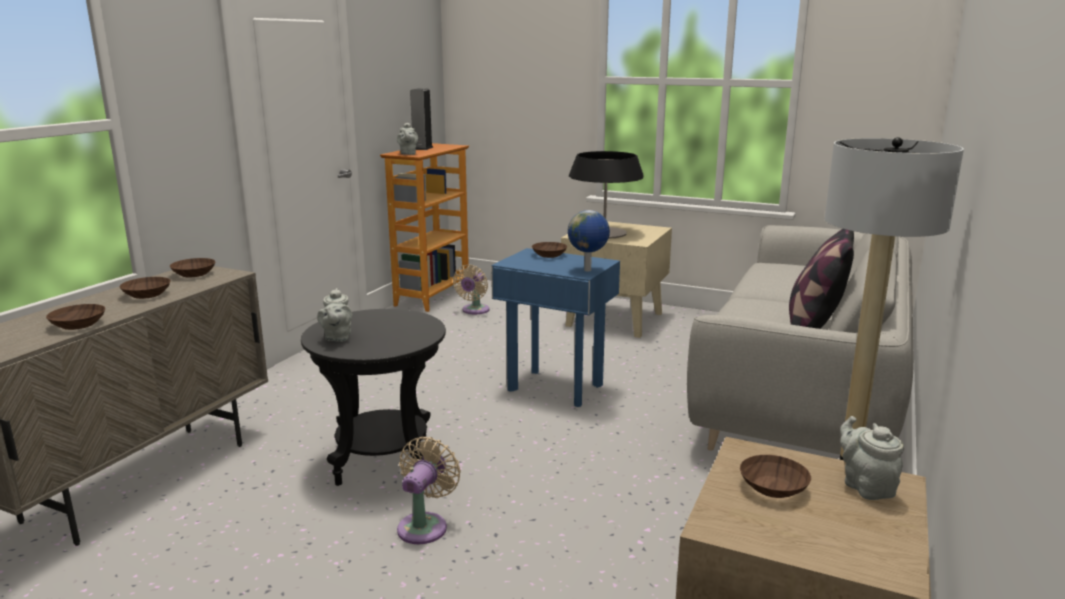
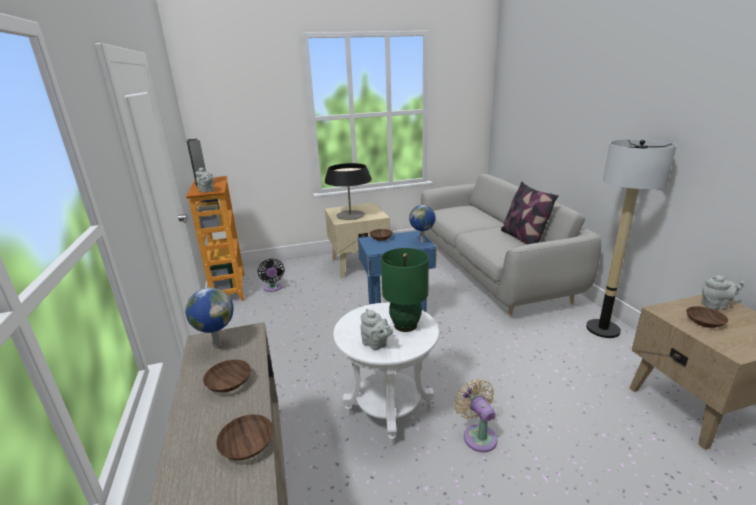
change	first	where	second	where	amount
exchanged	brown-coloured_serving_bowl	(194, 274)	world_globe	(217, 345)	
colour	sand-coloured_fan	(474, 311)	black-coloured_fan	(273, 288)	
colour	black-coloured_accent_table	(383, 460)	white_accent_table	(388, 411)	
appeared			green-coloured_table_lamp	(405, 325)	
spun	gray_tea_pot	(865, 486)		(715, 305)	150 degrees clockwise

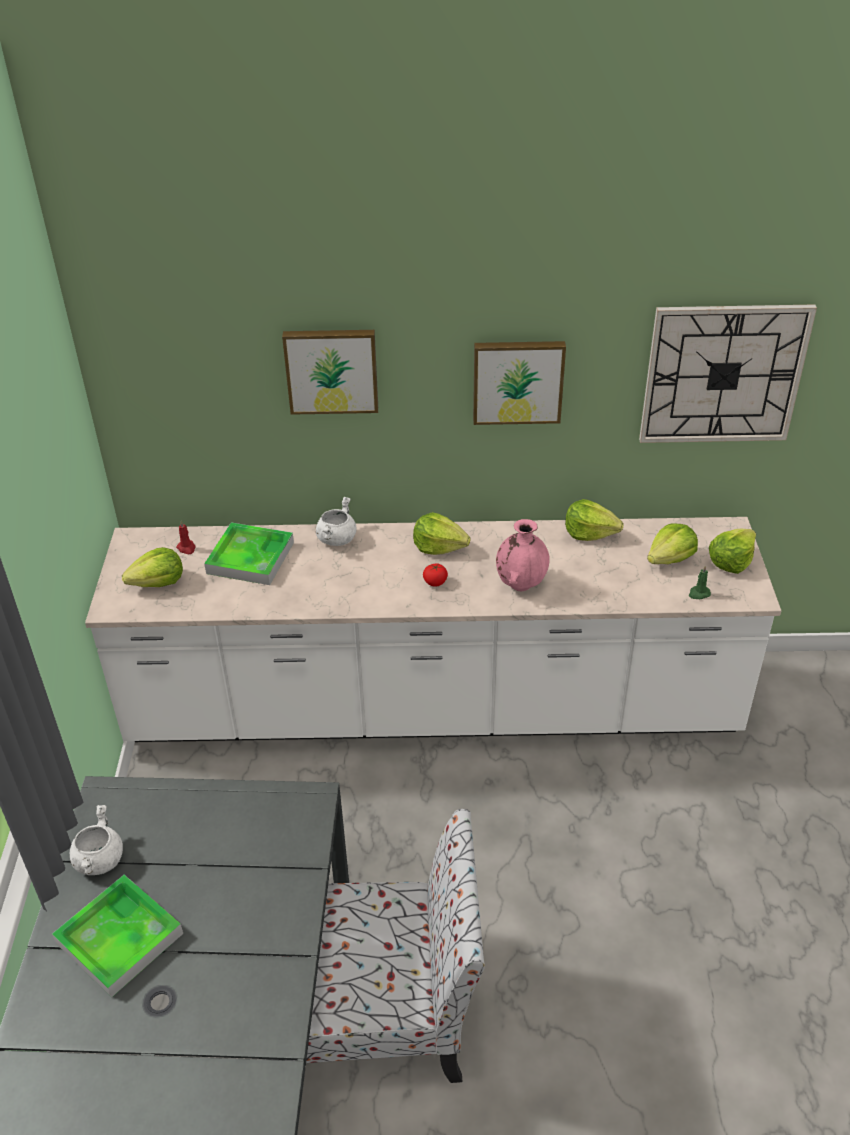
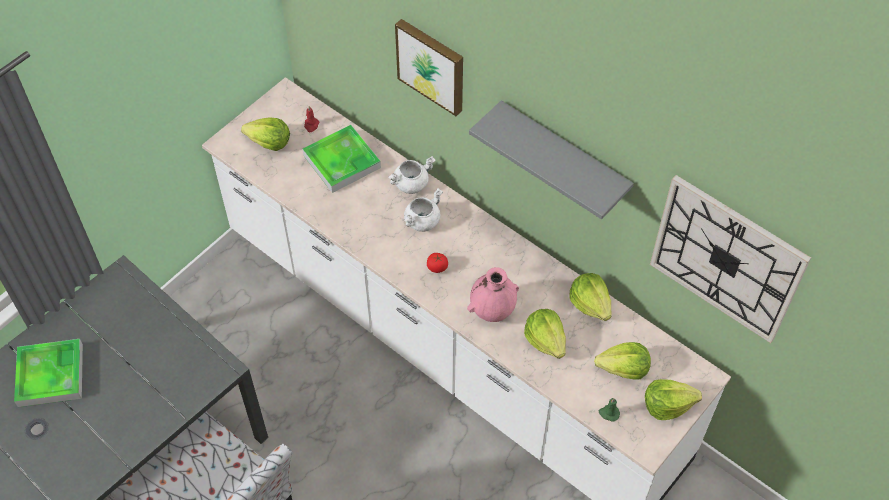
change	first	where	second	where	amount
relocated	white_saucepot	(99, 860)		(422, 221)	
exchanged	picture	(517, 381)	gray_bracket_shelf	(563, 158)	
relocated	lettuce	(439, 546)		(546, 340)	

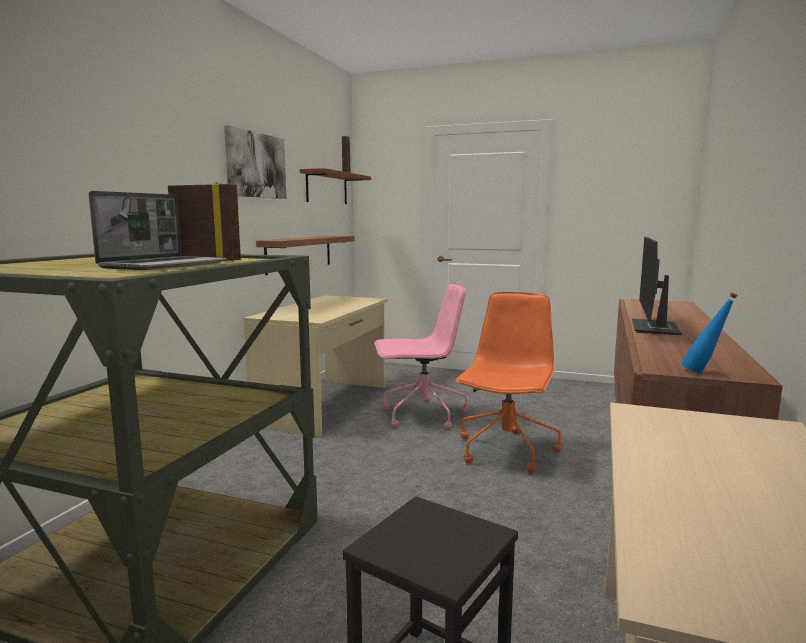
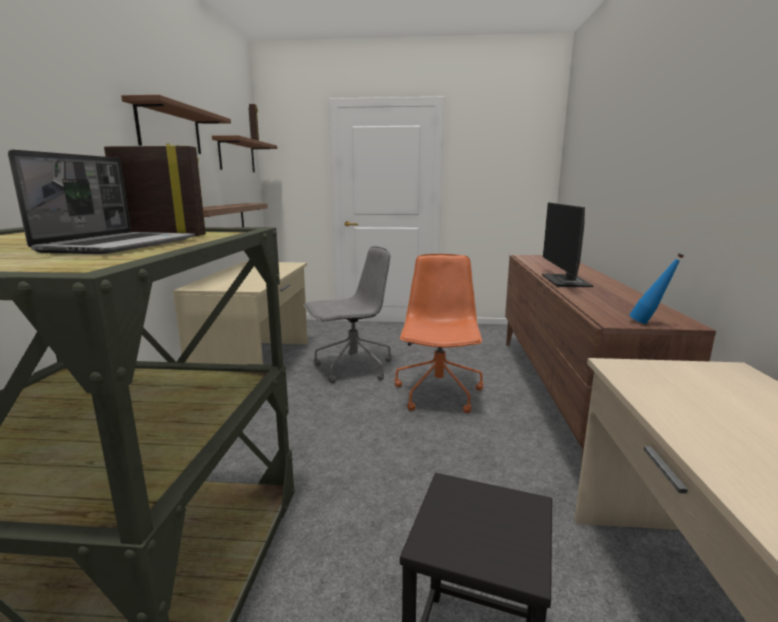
change	first	where	second	where	amount
exchanged	picture	(255, 165)	brown-coloured_bracket_shelf	(170, 129)	
colour	pink_desk_chair	(419, 416)	gray_desk_chair	(350, 369)	

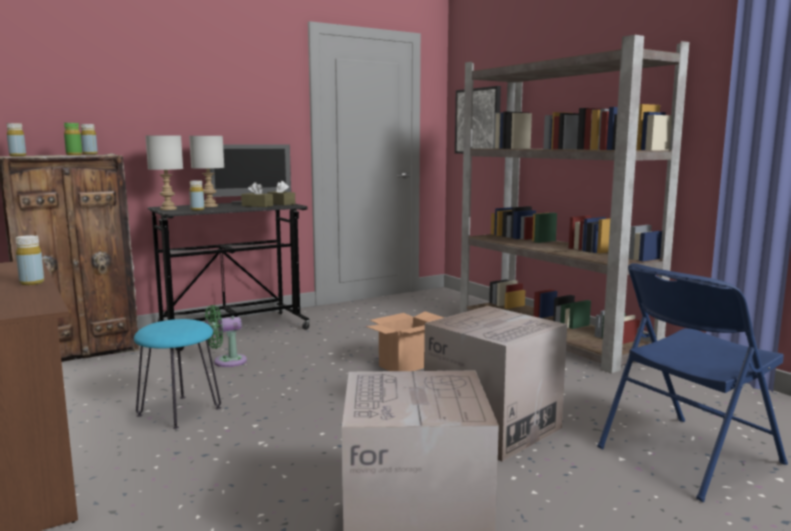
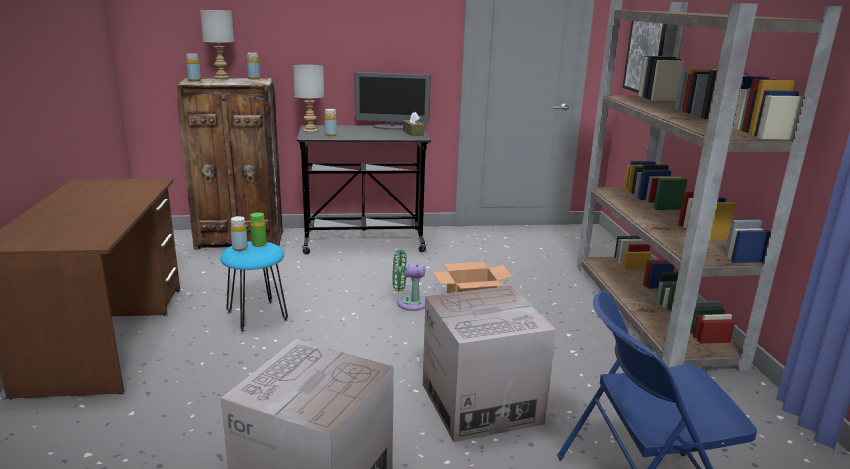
change	first	where	second	where	amount
relocated	gray_table_lamp	(209, 206)		(221, 78)	
relocated	yellow_beverage_bottle	(32, 283)		(240, 248)	
relocated	green-coloured_beverage_bottle	(74, 155)		(259, 244)	
relocated	green-coloured_fan	(226, 362)		(408, 303)	
missing	brown-coloured_tissue_box	(257, 206)			

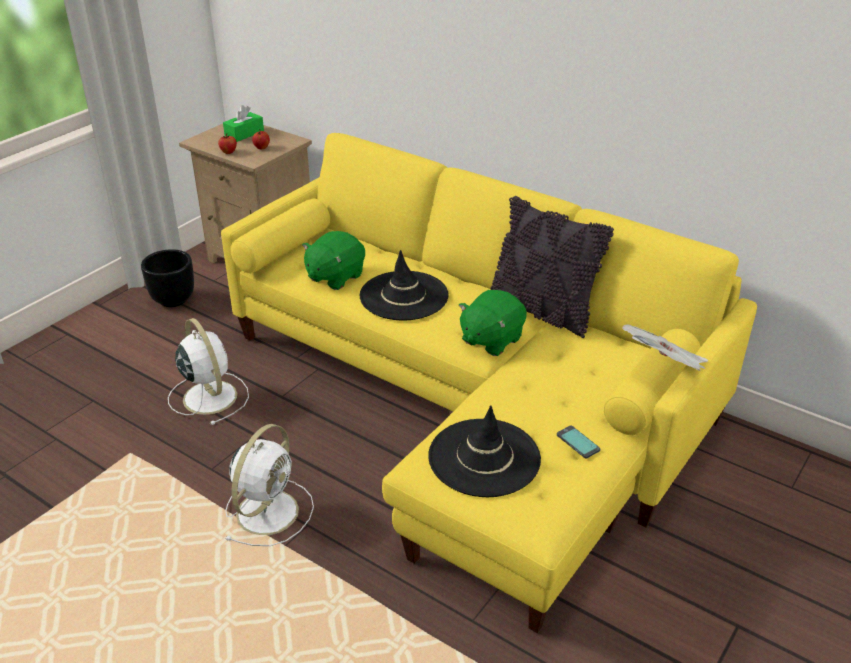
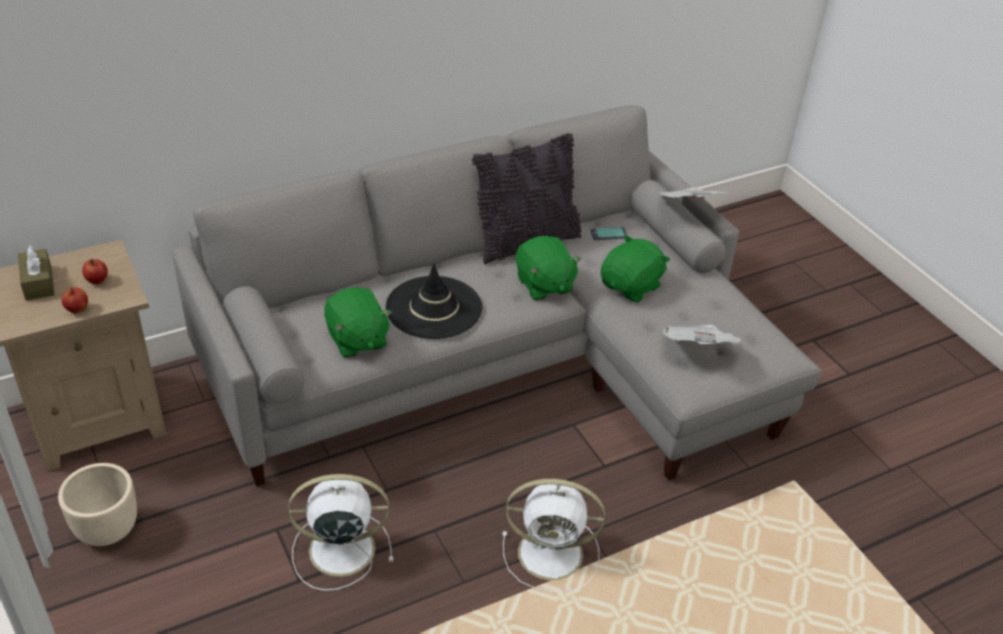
change	first	where	second	where	amount
colour	green-coloured_tissue_box	(244, 134)	brown-coloured_tissue_box	(38, 283)	
colour	black-coloured_flower_pot	(173, 299)	sand-coloured_flower_pot	(106, 530)	
colour	yellow_settee	(473, 406)	gray_settee	(504, 364)	
spun	white_fan	(269, 510)		(553, 554)	135 degrees clockwise
relocated	phone	(577, 443)		(608, 234)	
appeared			green-coloured_soft_toy	(631, 287)	
exchanged	black-coloured_clothing_hat	(484, 458)	printed_paper	(698, 350)	

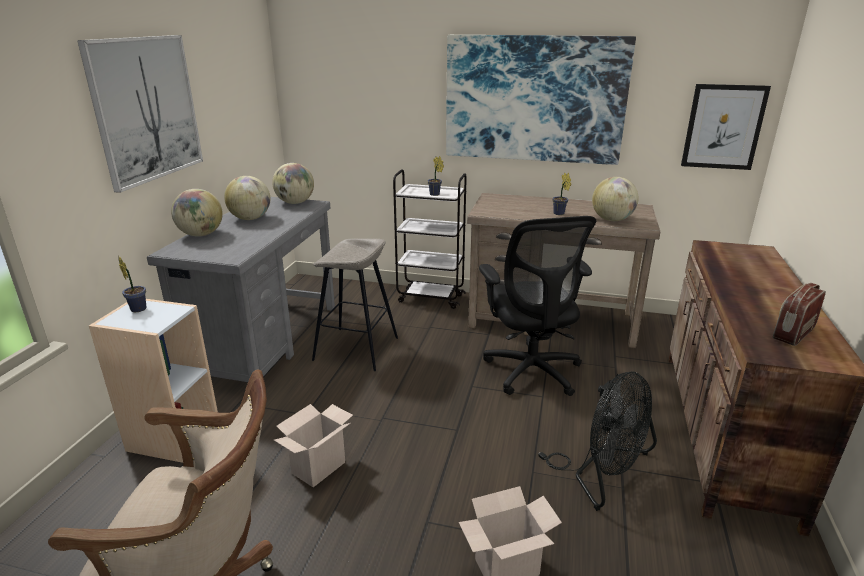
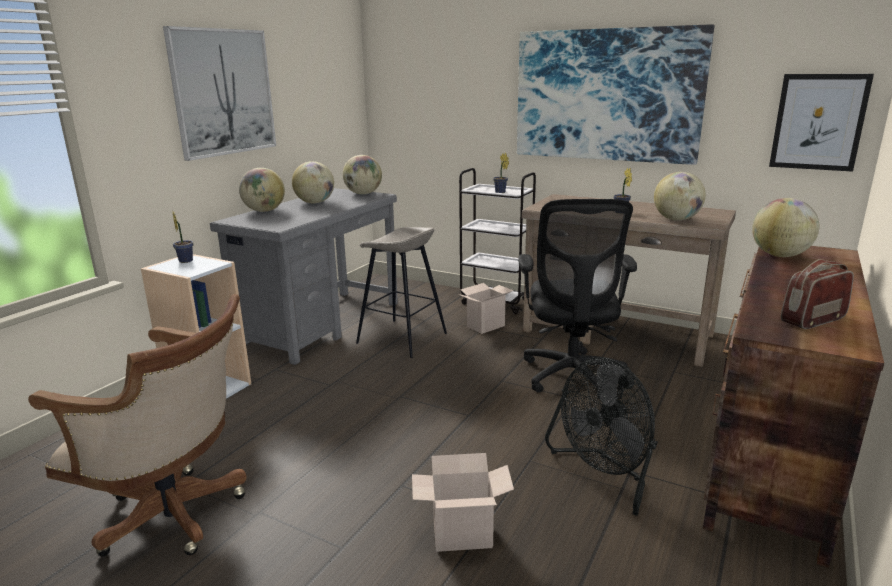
change	first	where	second	where	amount
relocated	carton	(319, 466)		(486, 325)	
spun	black-coloured_fan	(601, 471)		(605, 471)	90 degrees clockwise
appeared			world_globe	(779, 255)	

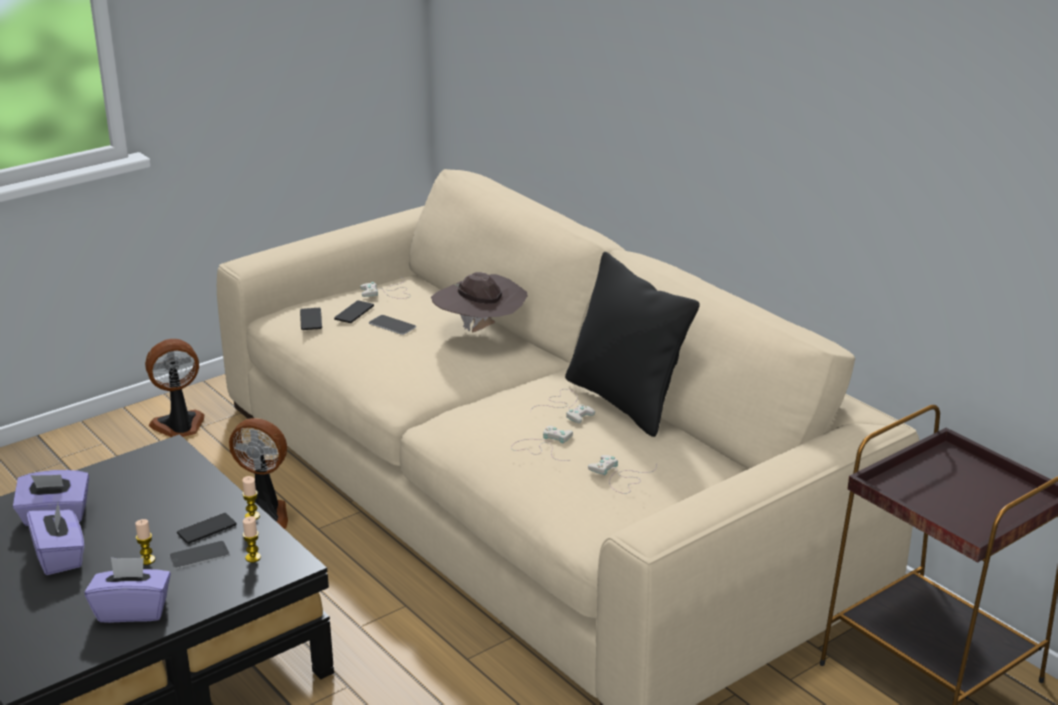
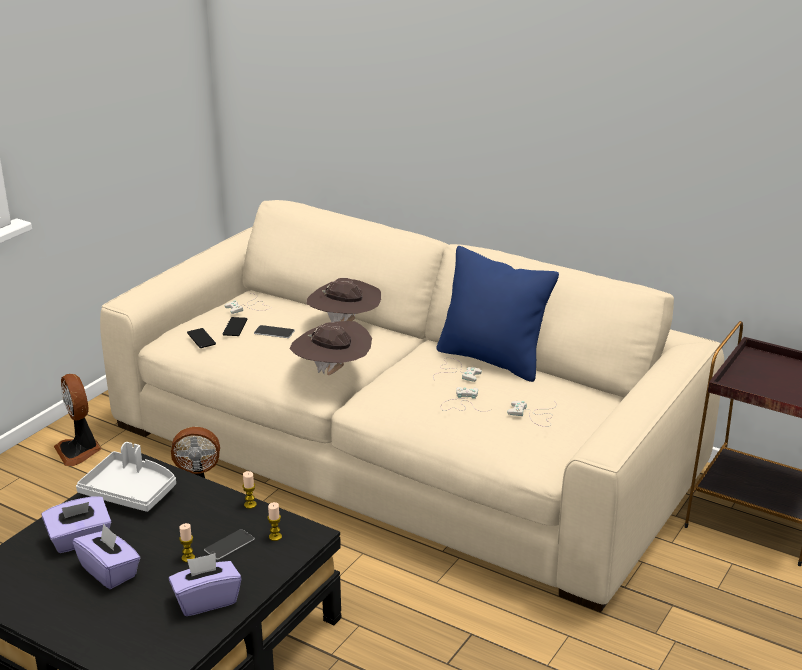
change	first	where	second	where	amount
spun	fan	(179, 427)		(79, 451)	75 degrees counterclockwise
appeared			gray_serving_tray	(130, 492)	
appeared			brown-coloured_clothing_hat	(332, 373)	
colour	black-coloured_throw_pillow	(625, 401)	blue-coloured_throw_pillow	(492, 360)	
missing	phone	(206, 529)			

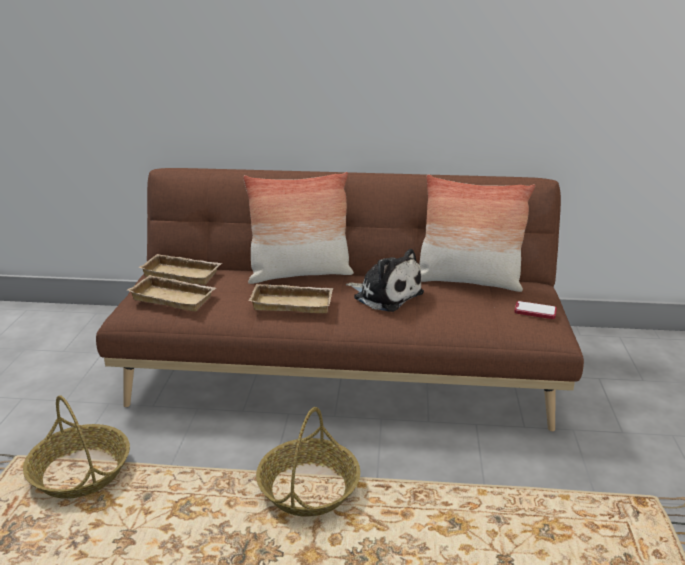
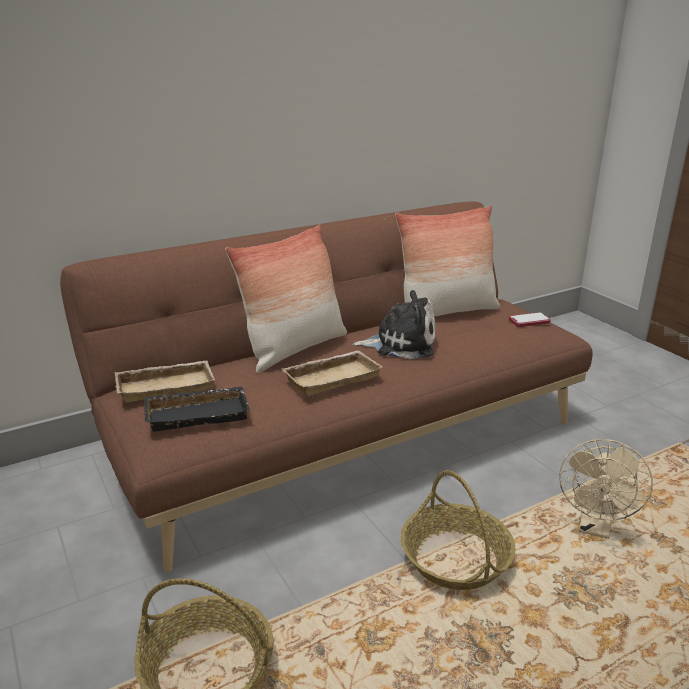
change	first	where	second	where	amount
colour	sand-coloured_serving_tray	(175, 297)	black-coloured_serving_tray	(198, 413)	
appeared			sand-coloured_fan	(595, 527)	

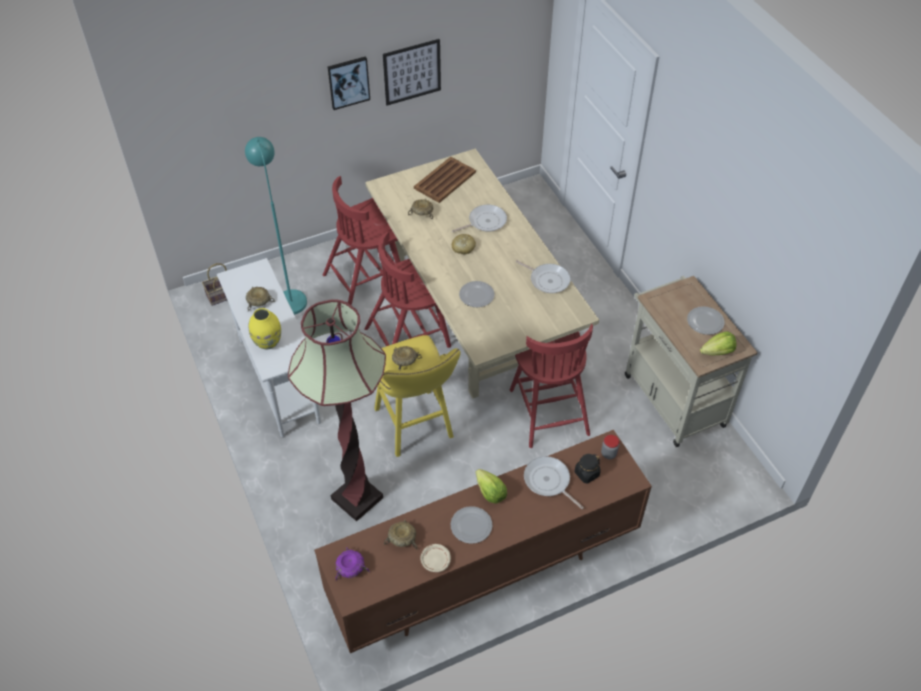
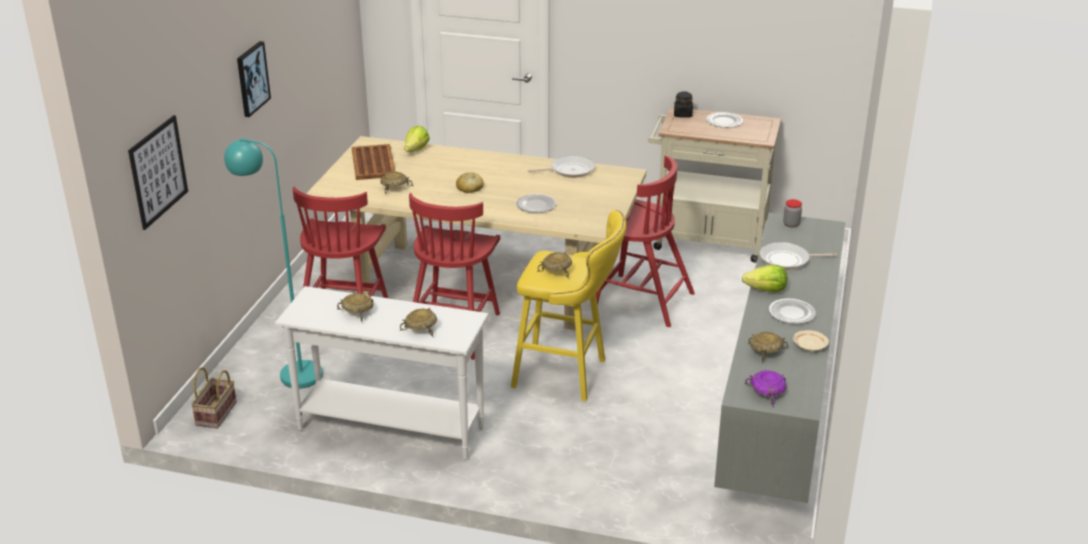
change	first	where	second	where	amount
relocated	picture	(412, 72)		(158, 171)	
exchanged	yellow_vase	(268, 343)	sand-coloured_serving_bowl	(422, 329)	
relocated	lettuce	(717, 352)		(416, 150)	
relocated	black-coloured_storage_jar	(586, 474)		(683, 115)	
colour	brown-coloured_storage_cabinet	(483, 576)	gray_storage_cabinet	(778, 414)	
missing	floor_lamp	(357, 498)			
missing	frying_pan	(485, 222)			

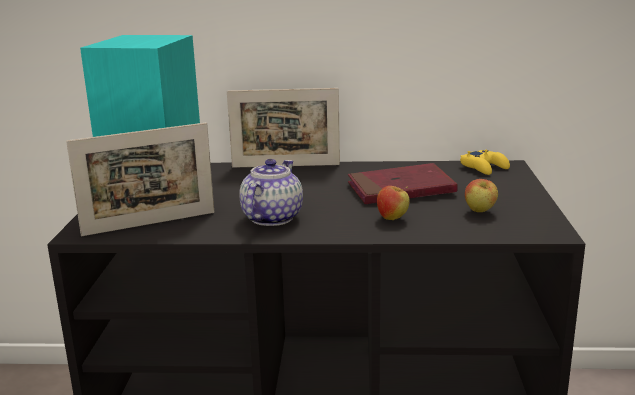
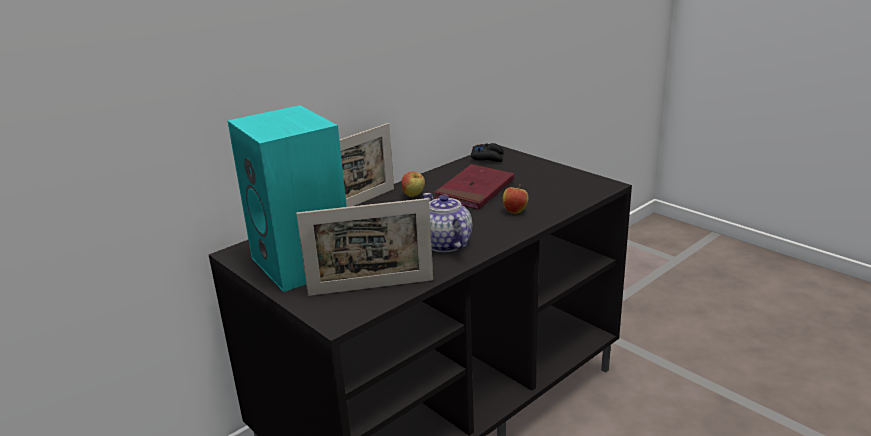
change	first	where	second	where	amount
spun	photo_frame	(150, 223)		(371, 287)	60 degrees clockwise
relocated	whole_apple	(480, 211)		(413, 195)	
colour	yellow_joypad	(484, 167)	black-coloured_joypad	(488, 157)	

